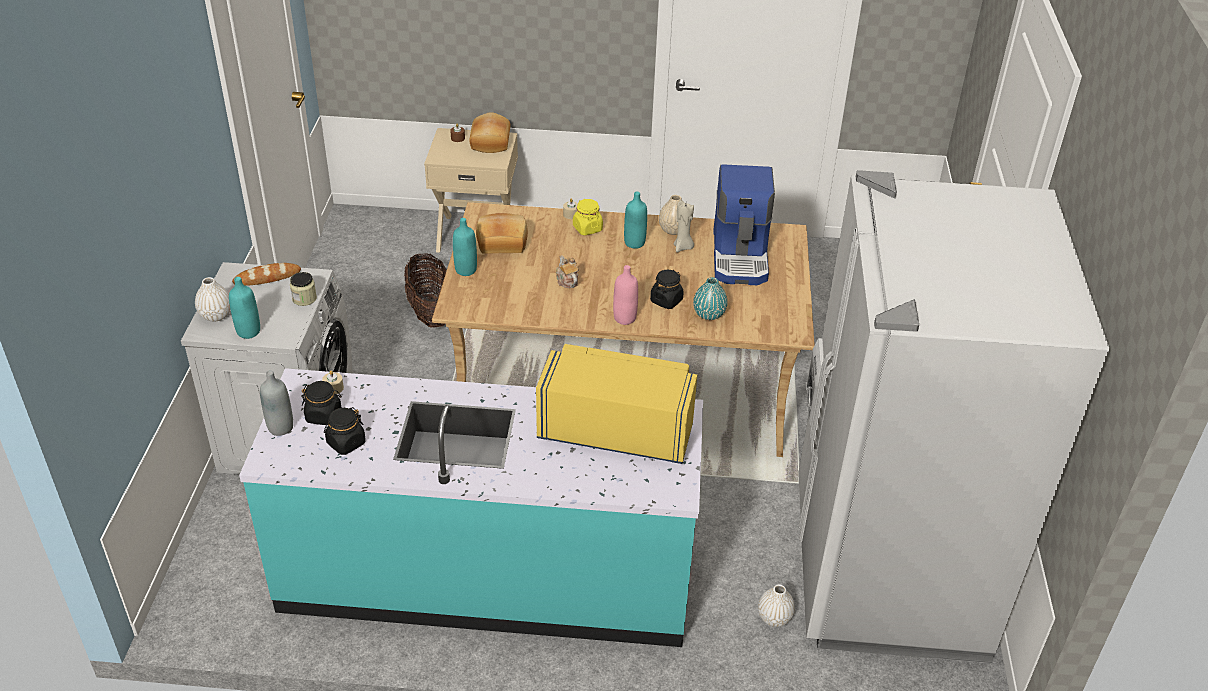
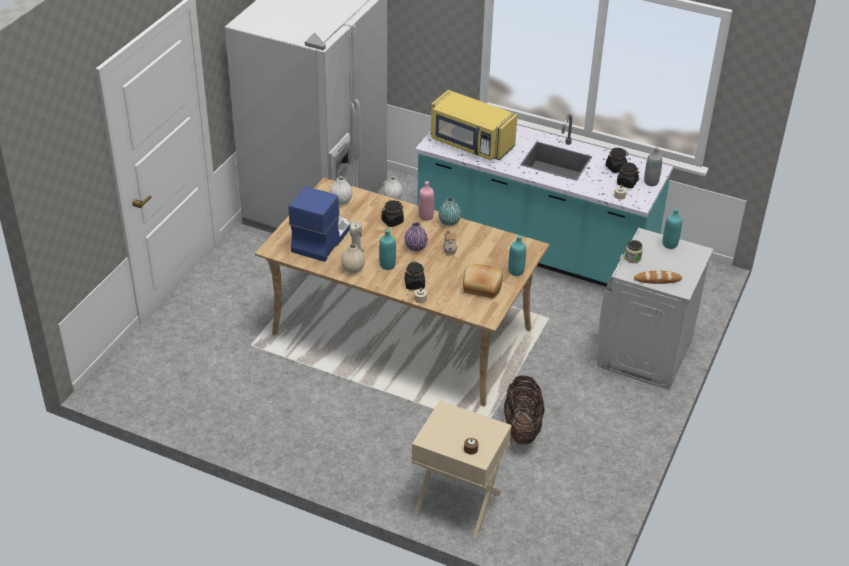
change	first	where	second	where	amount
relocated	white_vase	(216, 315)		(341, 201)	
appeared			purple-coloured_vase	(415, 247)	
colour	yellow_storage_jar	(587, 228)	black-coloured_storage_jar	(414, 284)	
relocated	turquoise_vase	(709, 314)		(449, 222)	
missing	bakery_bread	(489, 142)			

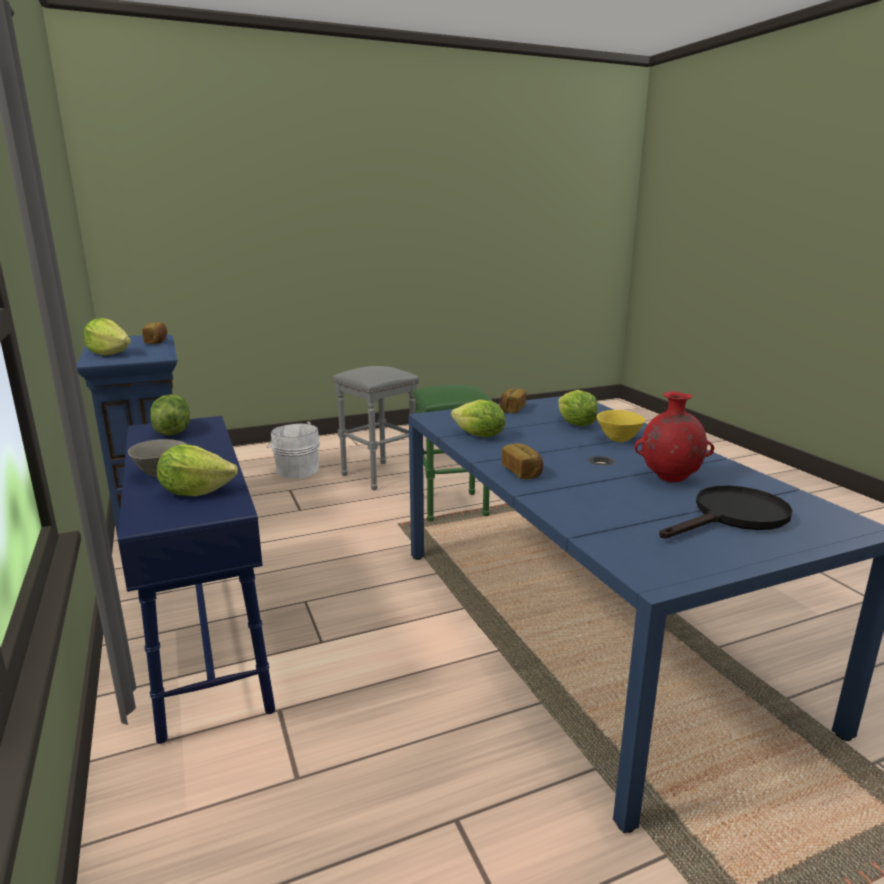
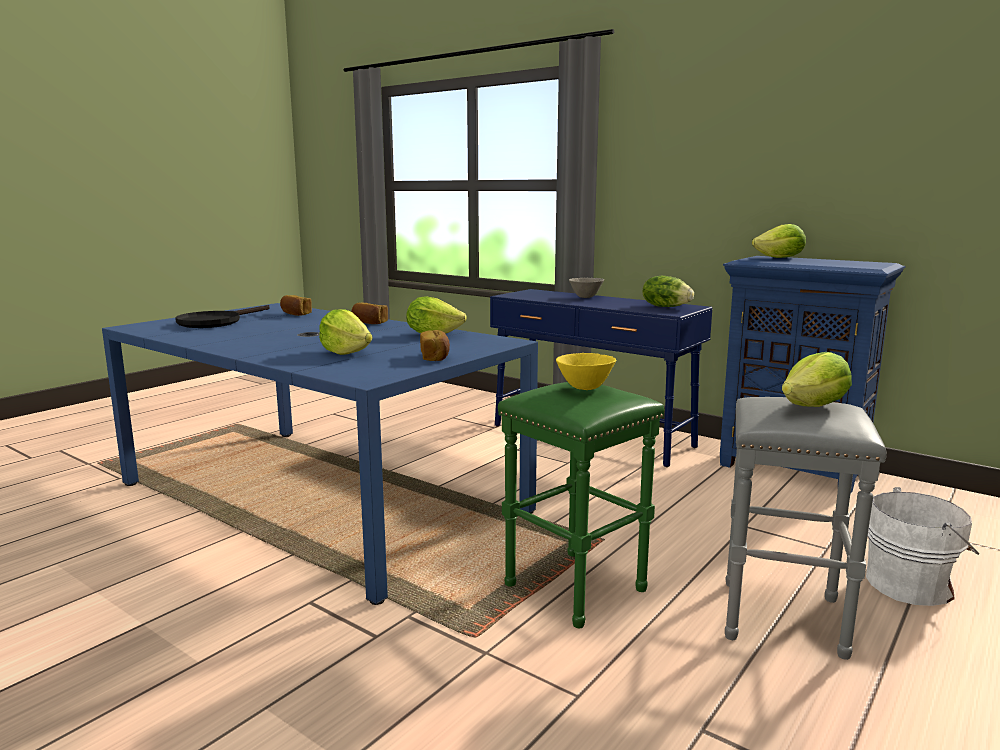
change	first	where	second	where	amount
relocated	bakery_bread	(157, 342)		(295, 314)	
relocated	yellow_serving_bowl	(619, 440)		(584, 388)	
relocated	lettuce	(196, 492)		(814, 406)	
missing	red-coloured_vase	(669, 479)			

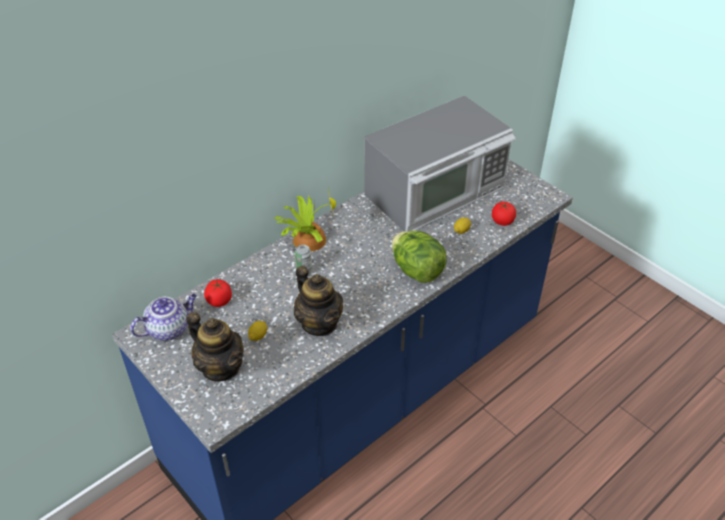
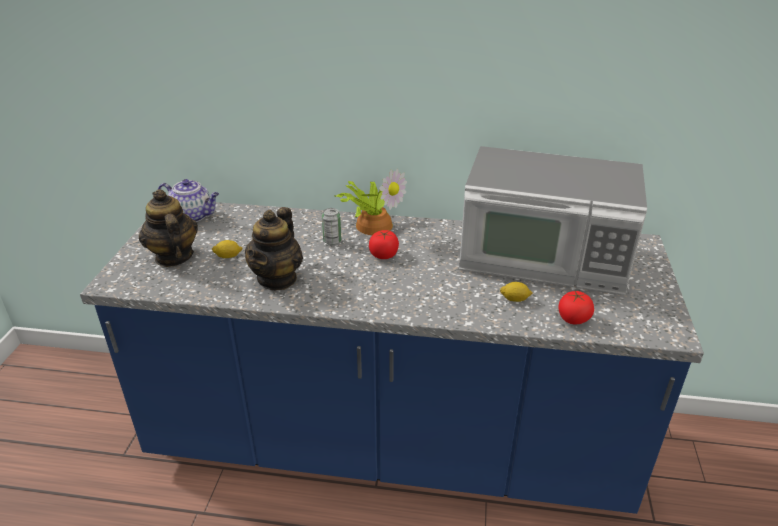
change	first	where	second	where	amount
spun	tea_pot	(221, 367)		(173, 257)	150 degrees clockwise
relocated	fresh_tomato	(219, 300)		(384, 255)	
missing	lettuce	(417, 271)			

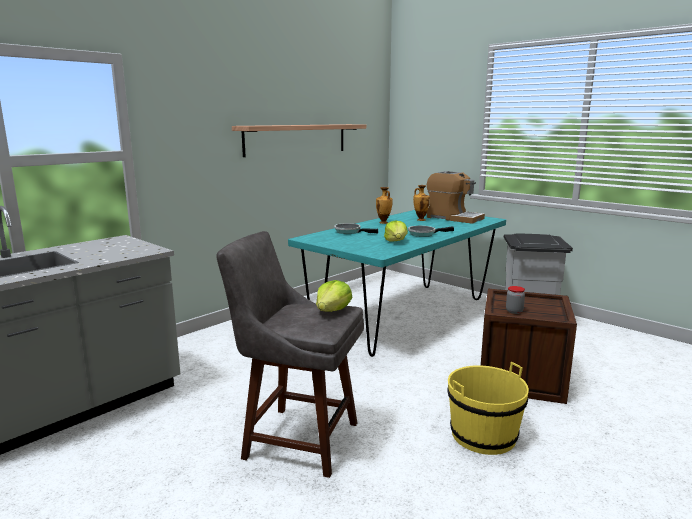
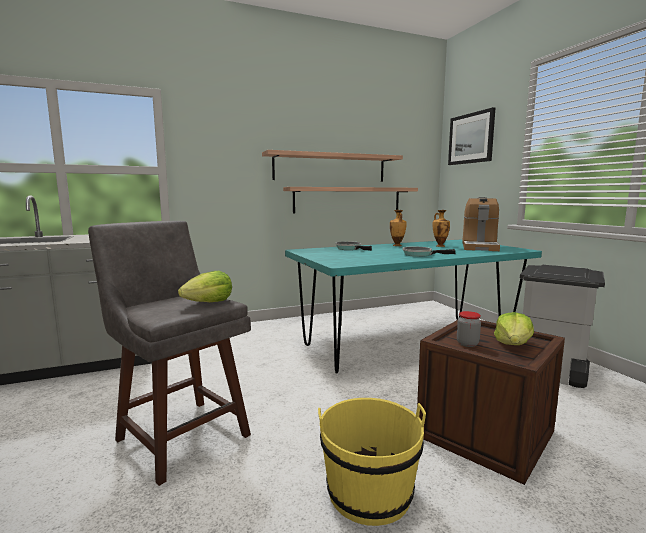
change	first	where	second	where	amount
appeared			bracket_shelf	(348, 200)	
appeared			picture	(471, 138)	
spun	coffee_maker	(453, 218)		(479, 247)	45 degrees clockwise
relocated	lettuce	(396, 241)		(513, 344)	

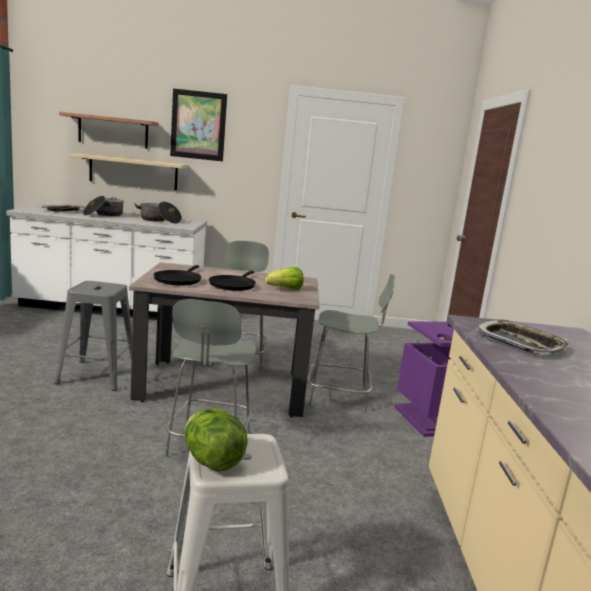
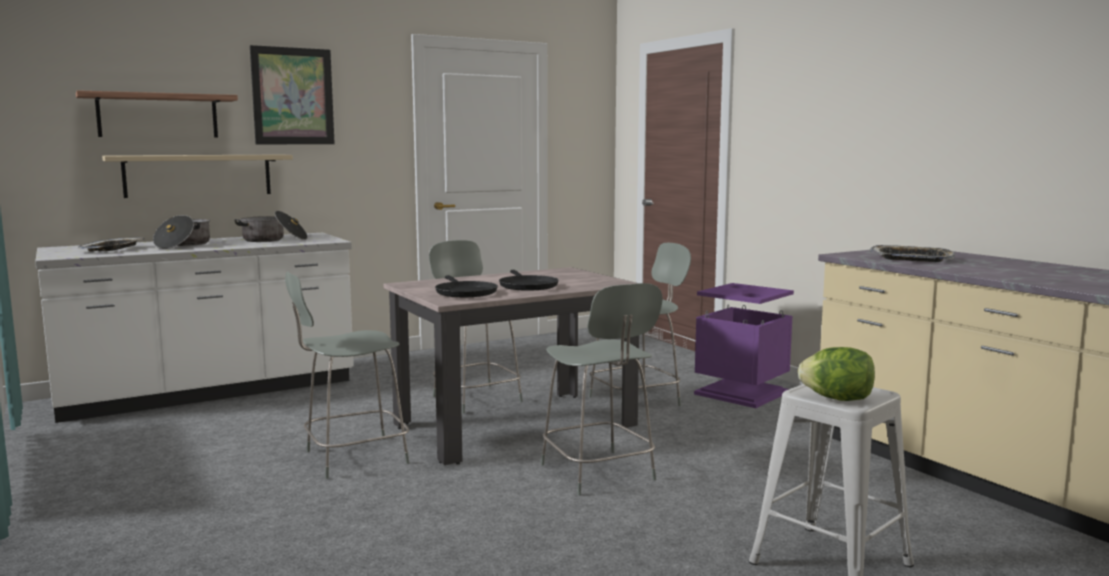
change	first	where	second	where	amount
exchanged	gray_stool_seat	(97, 375)	gray_plain_chair	(352, 458)	
missing	lettuce	(285, 289)			

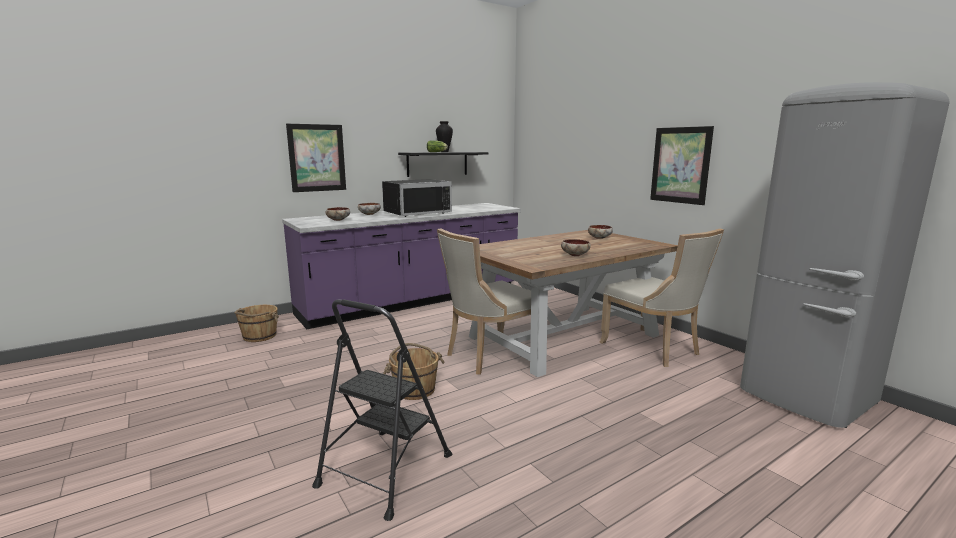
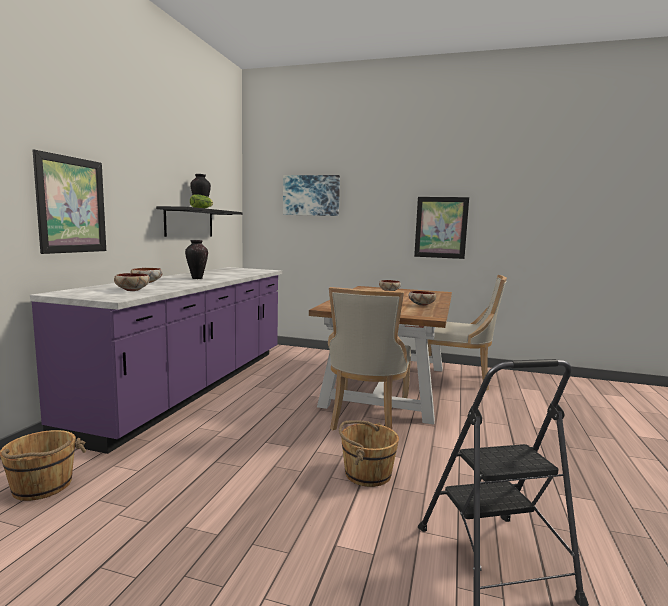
change	first	where	second	where	amount
exchanged	black-coloured_kitchen_microwave	(415, 213)	vase	(197, 278)	
appeared			picture	(311, 195)	
missing	gray_kitchen_fridge	(805, 397)			

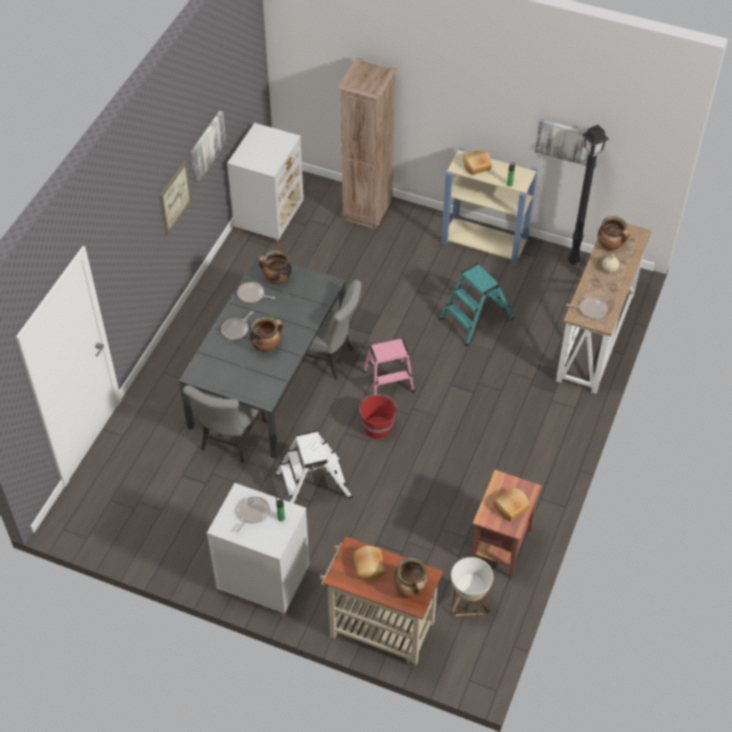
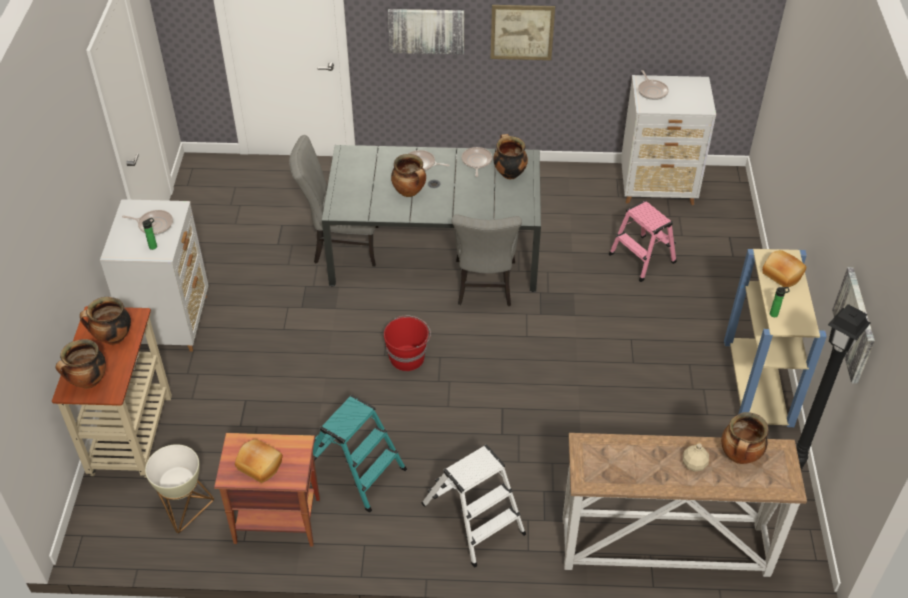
change	first	where	second	where	amount
exchanged	bakery_bread	(369, 567)	saucepot	(113, 338)	
relocated	turquoise_step_stool	(476, 318)		(353, 470)	
relocated	picture	(207, 146)		(426, 30)	
relocated	white_step_stool	(313, 486)		(473, 518)	
relocated	pink_step_stool	(388, 380)		(642, 258)	
relocated	frying_pan	(591, 309)		(652, 91)	
missing	brown-coloured_storage_cabinet	(368, 210)			

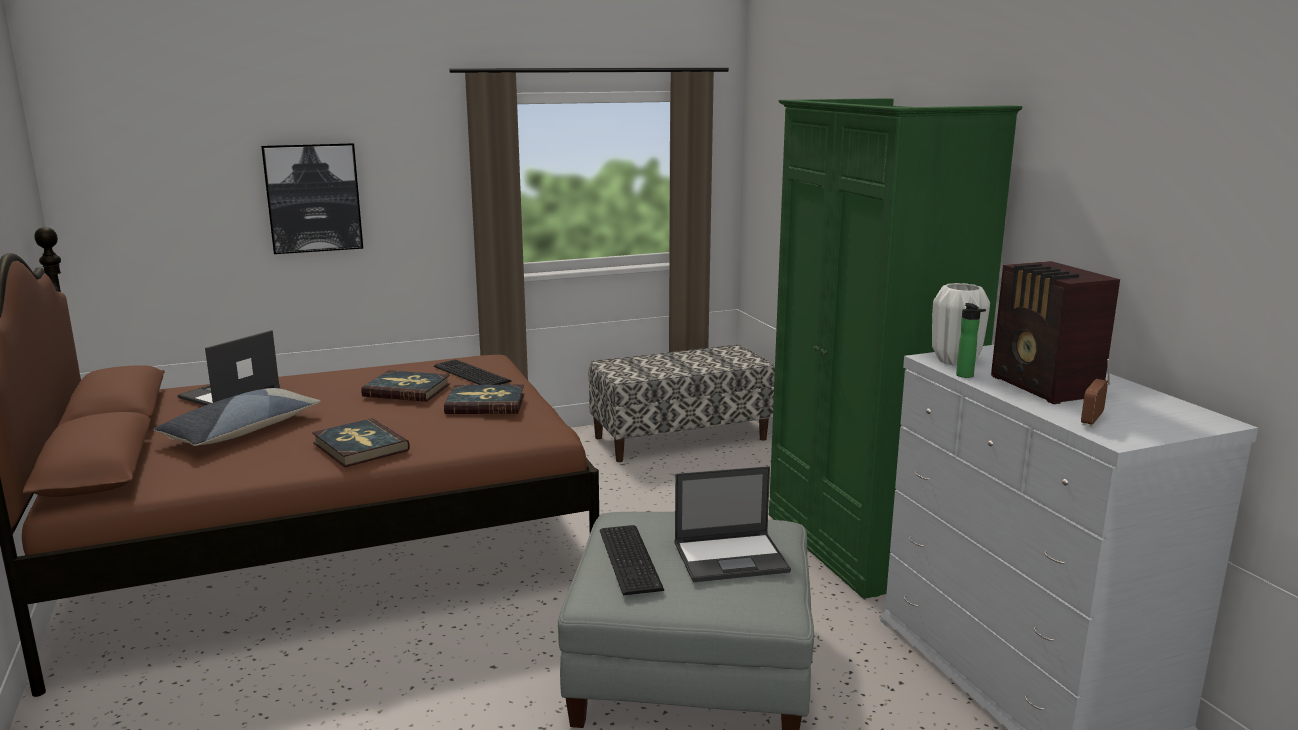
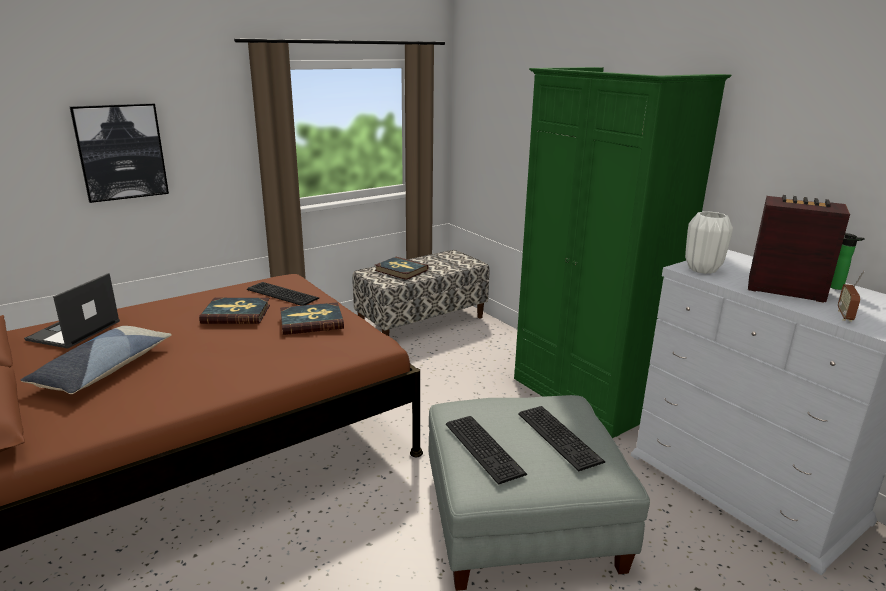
change	first	where	second	where	amount
relocated	volume	(360, 447)		(401, 270)	
exchanged	notebook_computer	(732, 557)	PC_keyboard	(559, 435)	
spun	radio	(1044, 388)		(783, 288)	150 degrees clockwise
relocated	beverage_bottle	(966, 376)		(838, 288)	

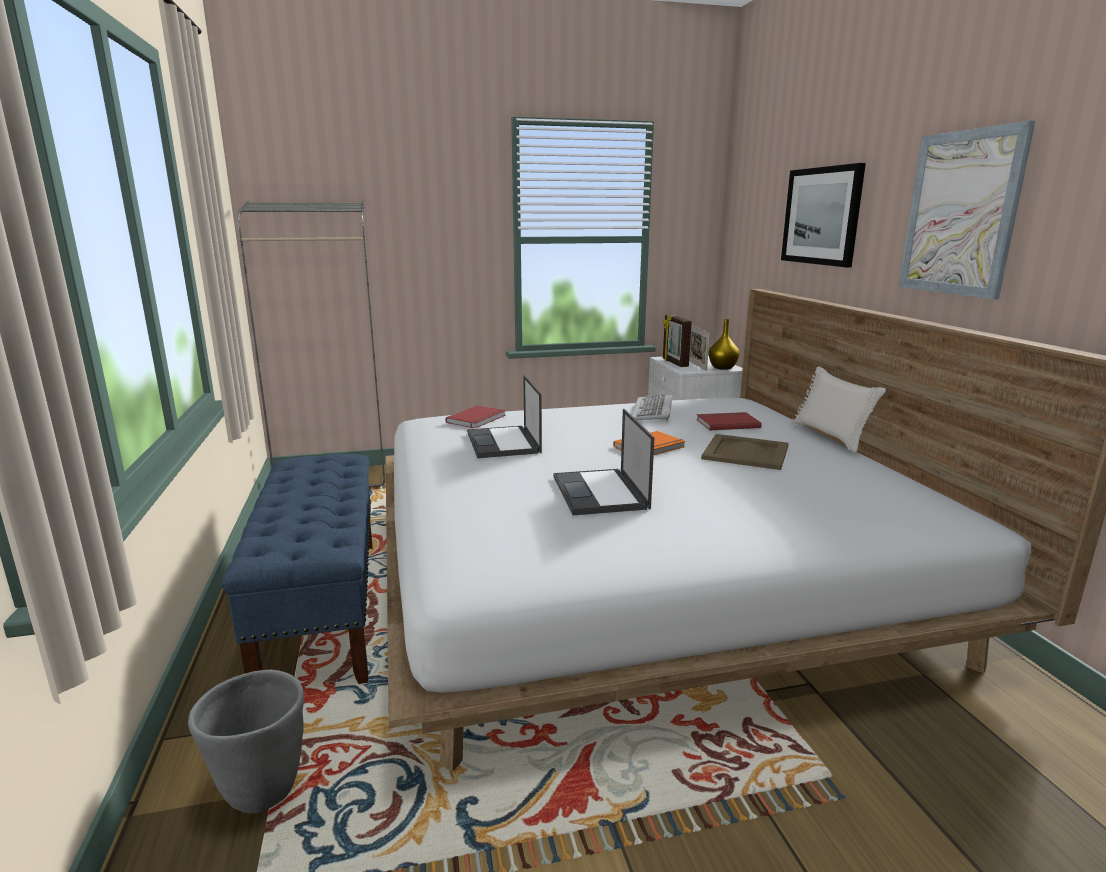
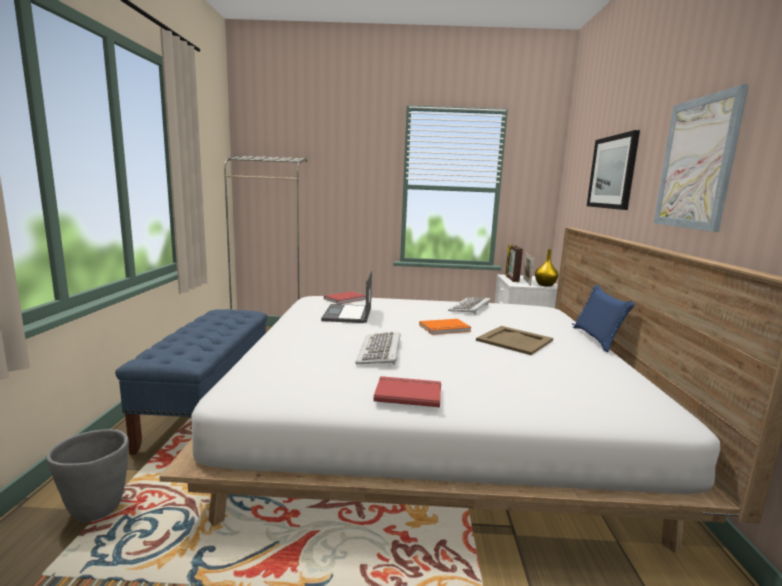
change	first	where	second	where	amount
exchanged	notebook_computer	(600, 493)	PC_keyboard	(380, 351)	
relocated	red-coloured_volume	(726, 423)		(408, 393)	
colour	white_throw_pillow	(831, 437)	blue-coloured_throw_pillow	(597, 339)	

